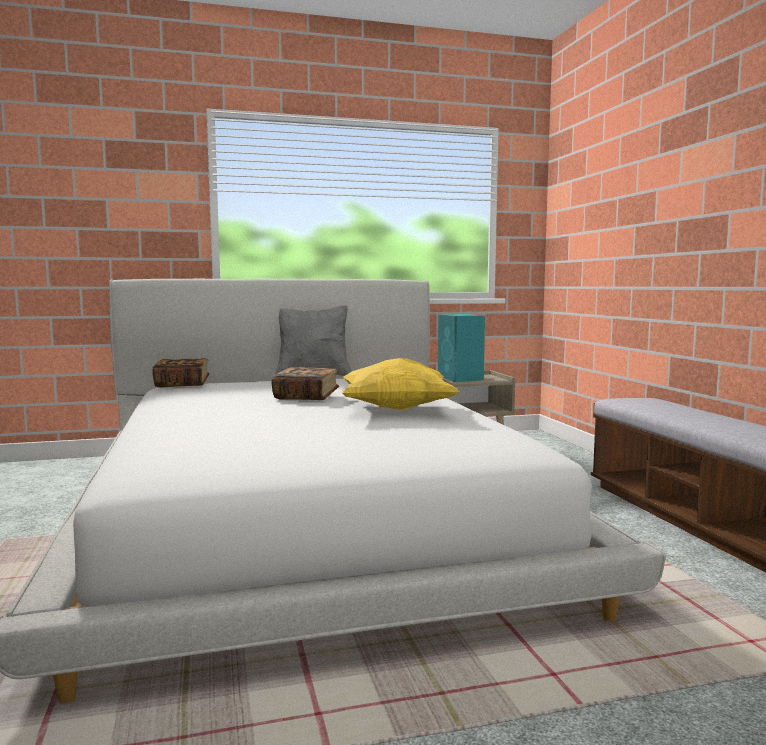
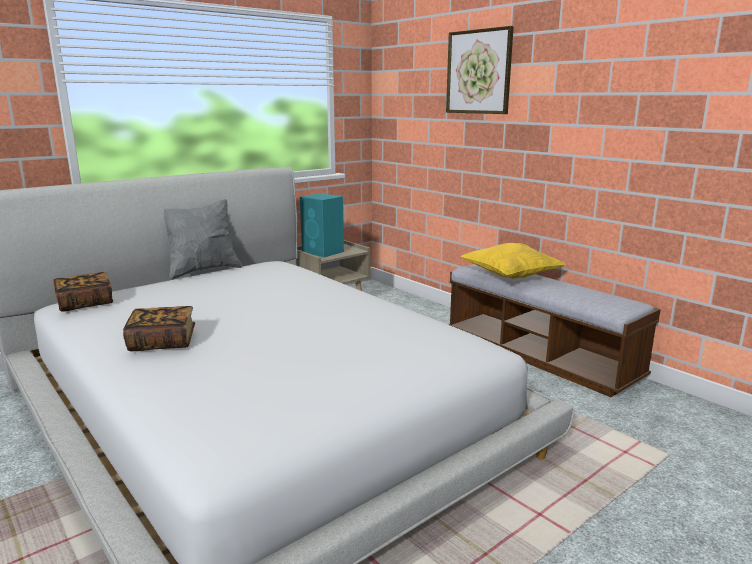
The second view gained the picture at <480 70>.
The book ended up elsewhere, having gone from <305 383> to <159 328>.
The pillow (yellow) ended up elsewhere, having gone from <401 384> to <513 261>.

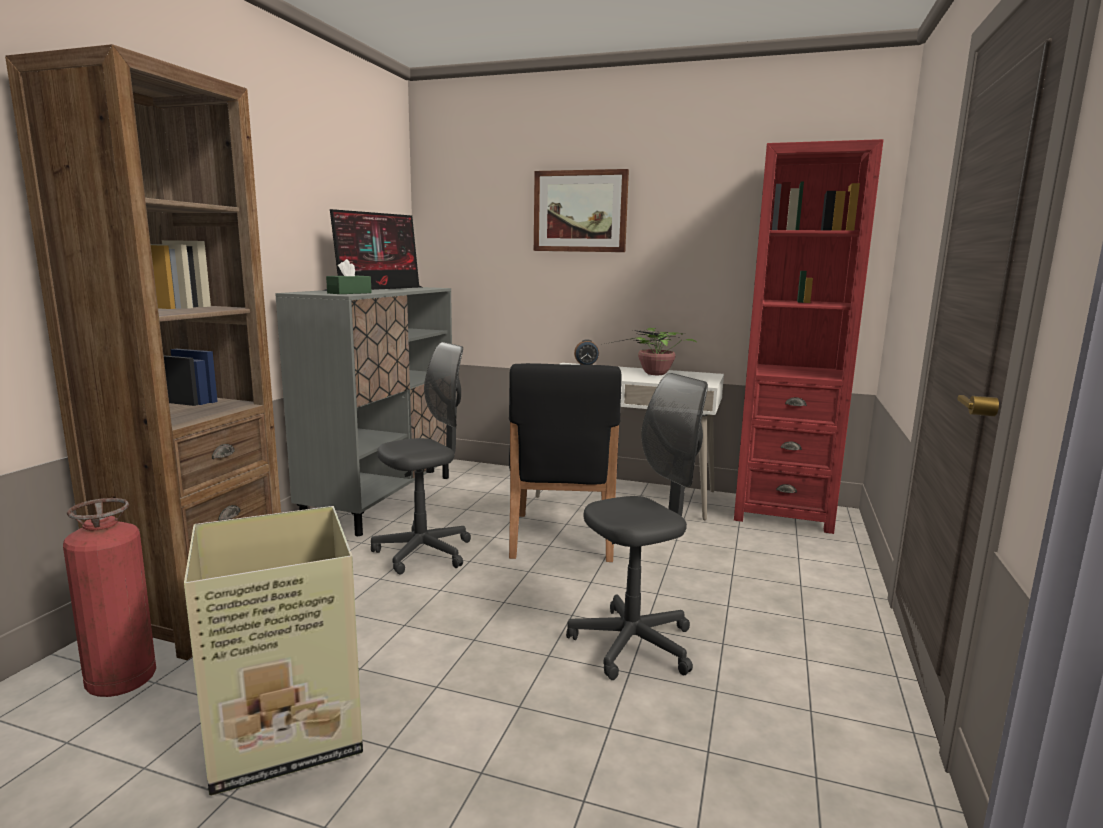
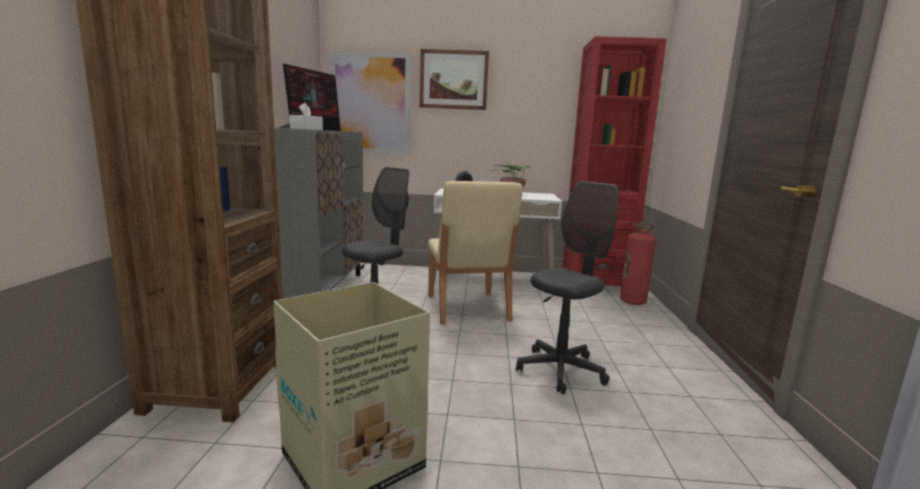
The second view gained the picture at <370 102>.
The fire extinguisher ended up elsewhere, having gone from <109 597> to <638 263>.
What was the tissue box (green) at <349 276> turned into the tissue box (white) at <306 116>.
What was the chair (black) at <565 462> turned into the chair (beige) at <475 253>.

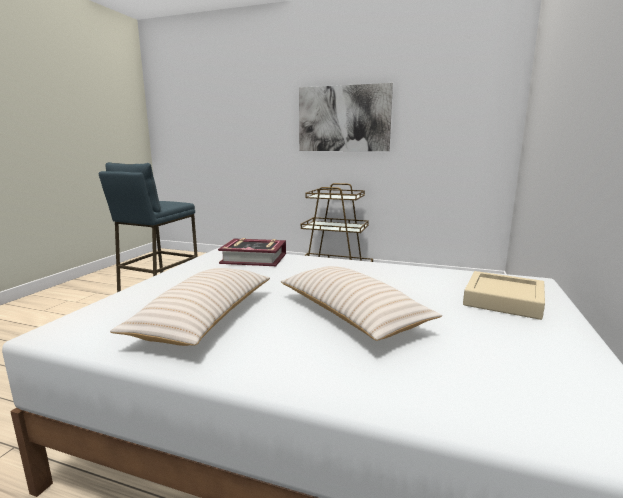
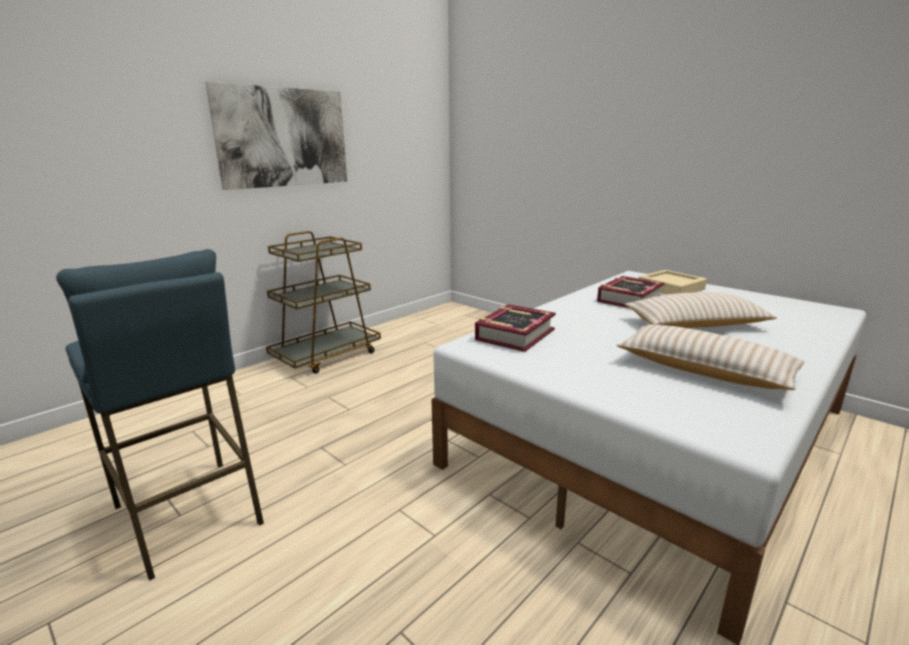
The second view gained the book at <631 292>.

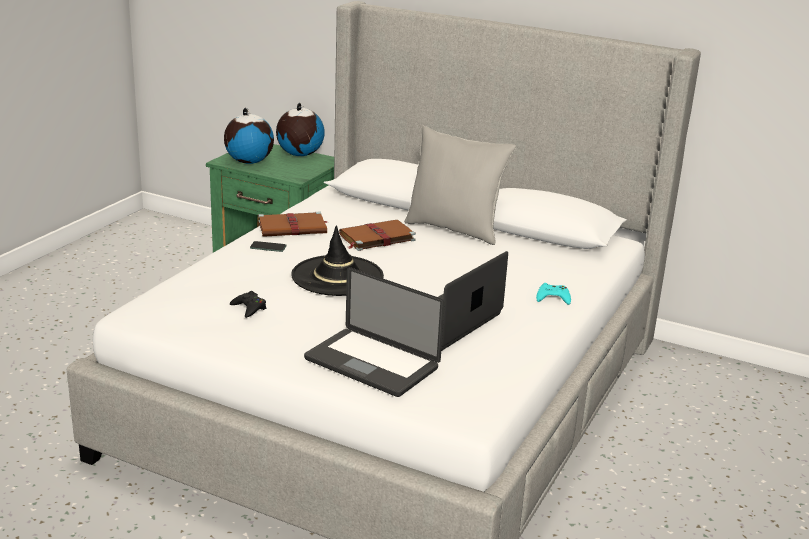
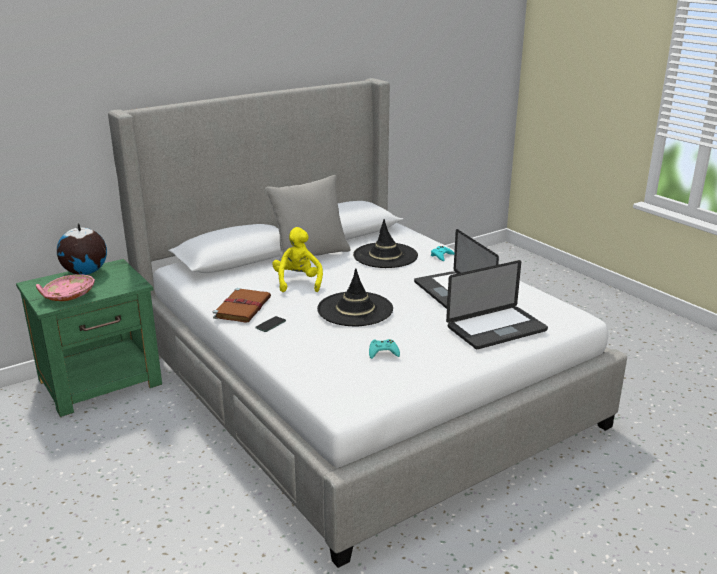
The second view gained the hat (black) at <385 243>.
Where the globe stood at <249 136>, the bowl (pink) came to stand at <65 287>.
Where the book (brown) stood at <377 235>, the plush toy (yellow) came to stand at <297 259>.
What was the game controller (black) at <248 304> turned into the game controller (turquoise) at <384 349>.

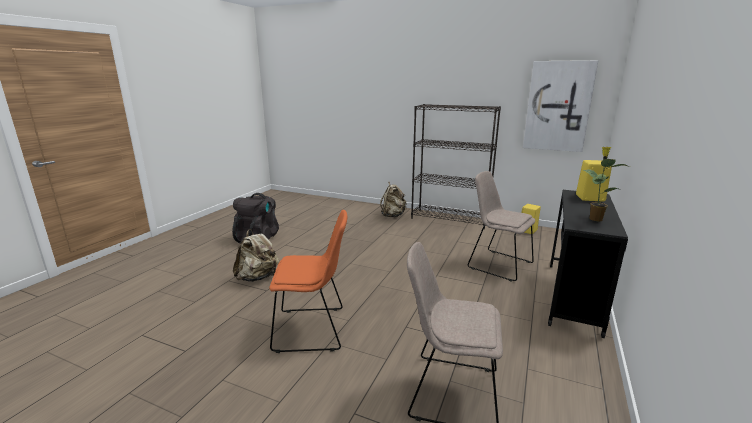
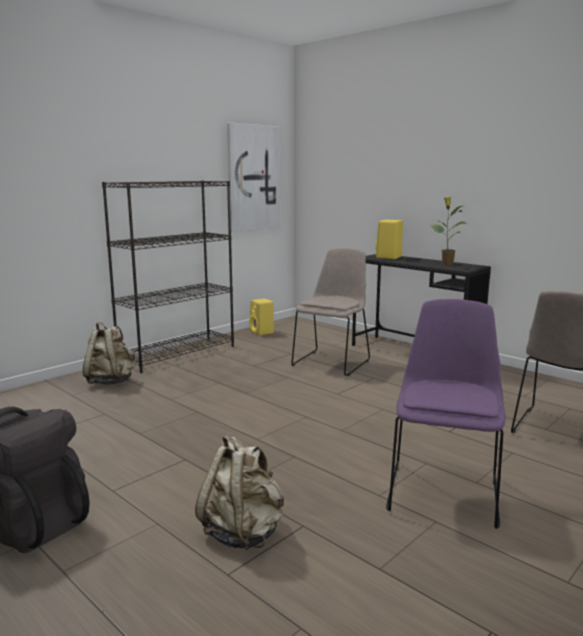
What was the chair (orange) at <308 281> turned into the chair (purple) at <446 414>.
The chair (beige) at <501 226> ended up facing another way, 150 degrees clockwise from before.

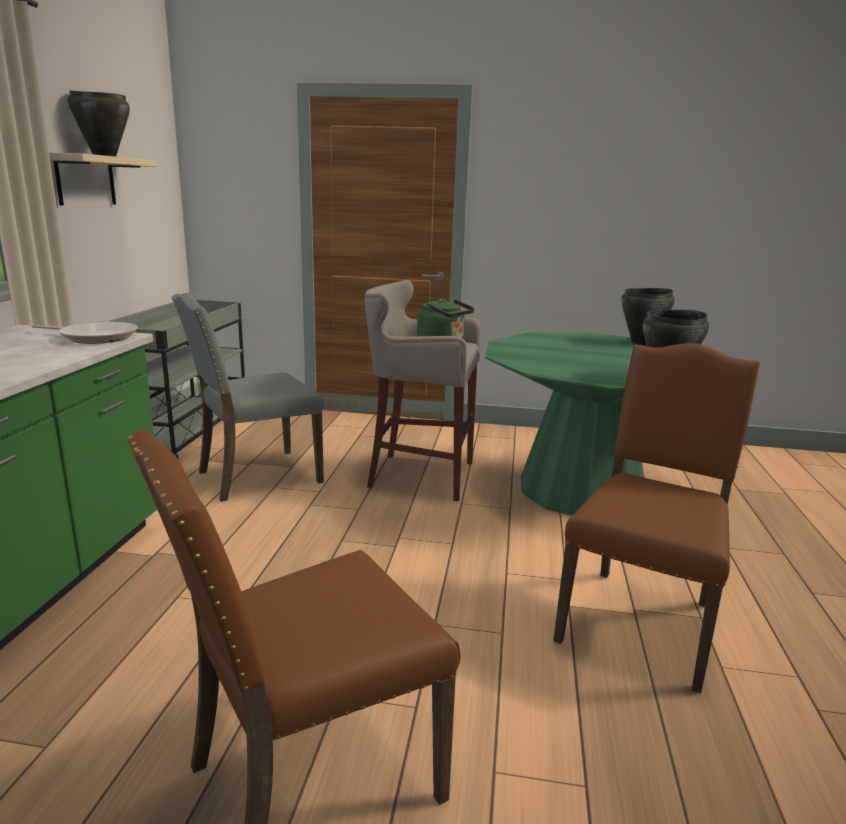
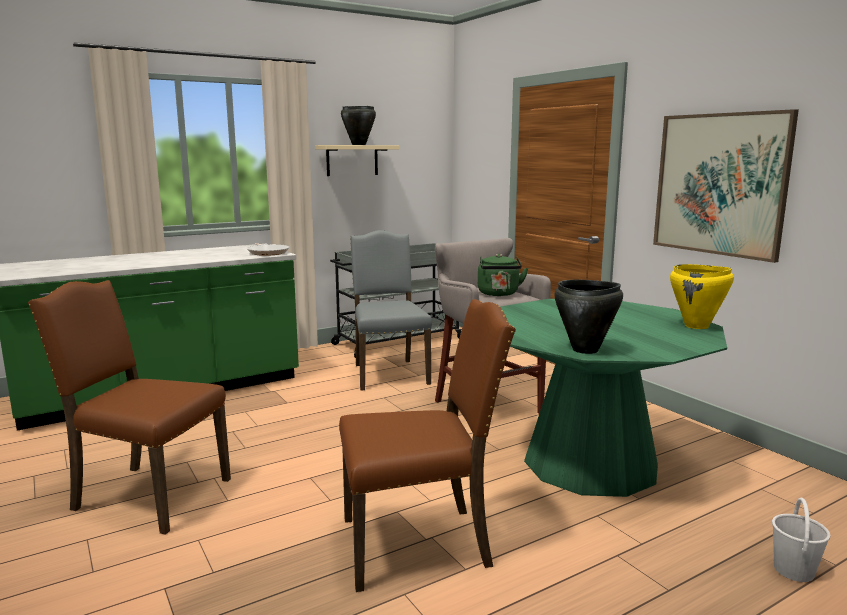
The second view gained the picture at <726 186>.
The second view gained the bucket (white) at <801 540>.
What was the cooking pot (black) at <648 316> turned into the cooking pot (yellow) at <702 296>.
The chair (grey) at <247 397> ended up facing another way, 60 degrees clockwise from before.

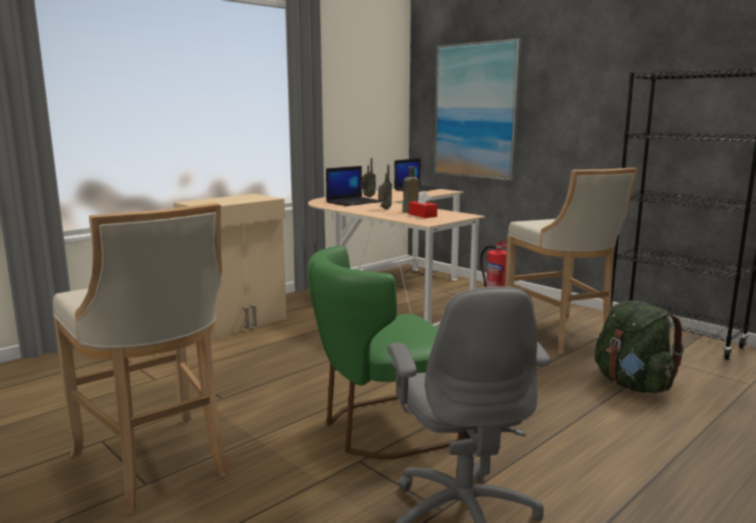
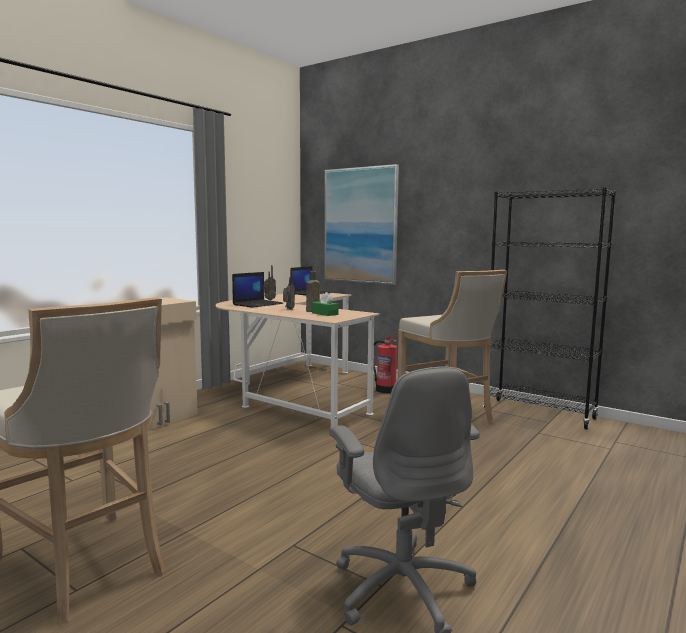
The second view lost the chair (green) at <385 352>.
The second view lost the backpack (green) at <639 346>.
What was the tissue box (red) at <423 204> turned into the tissue box (green) at <325 304>.

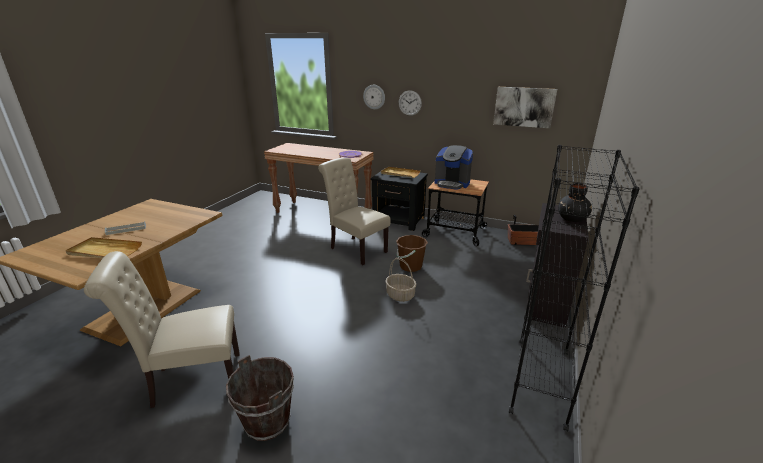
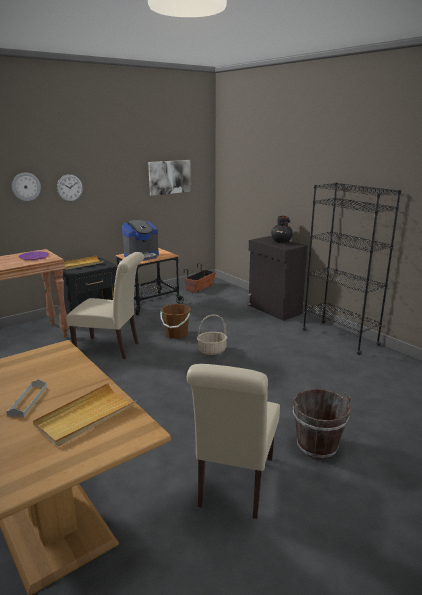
The chair (beige) at <354 211> ended up facing another way, 150 degrees counterclockwise from before.

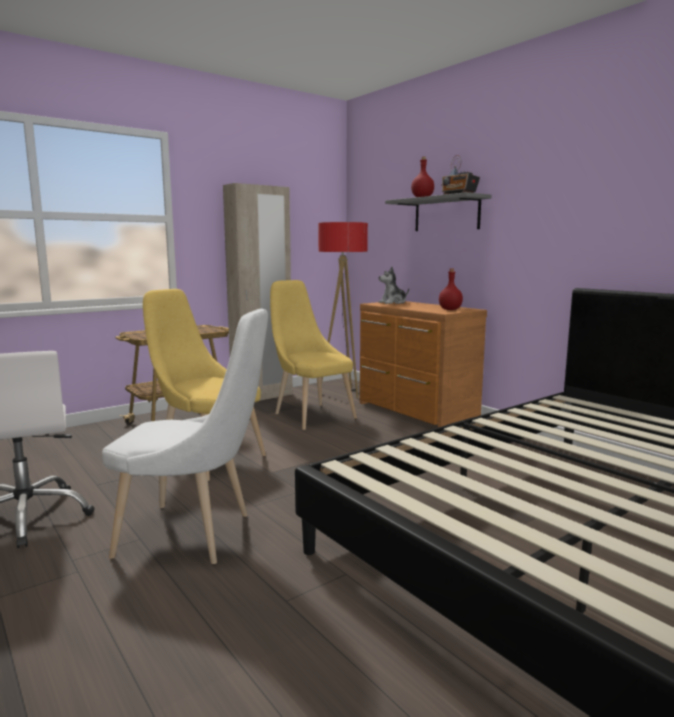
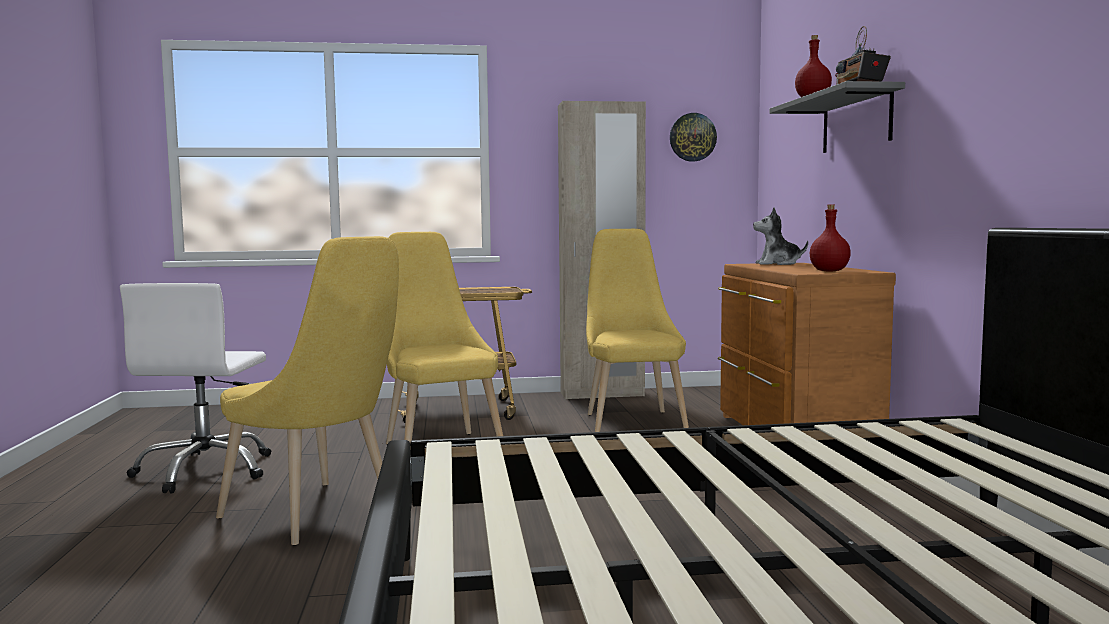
The second view lost the floor lamp at <343 310>.
The second view gained the wall clock at <693 137>.
What was the chair (white) at <185 436> turned into the chair (yellow) at <307 391>.

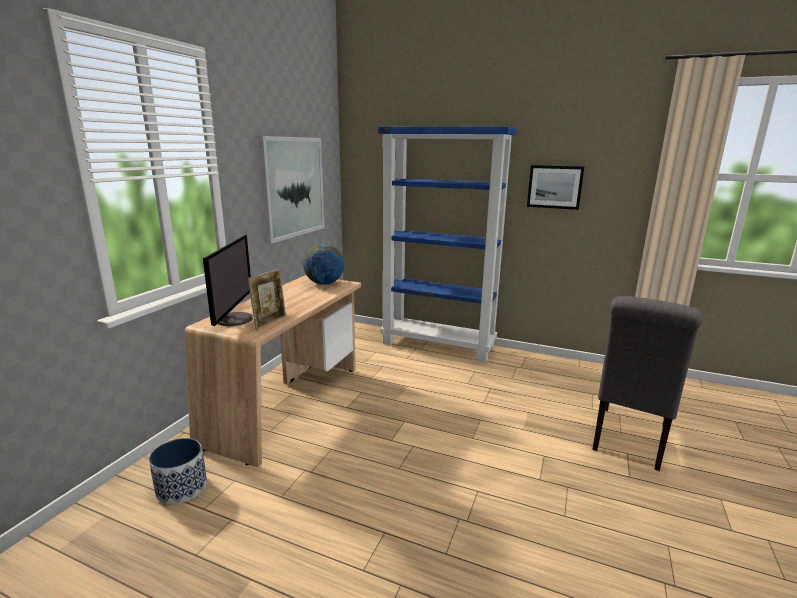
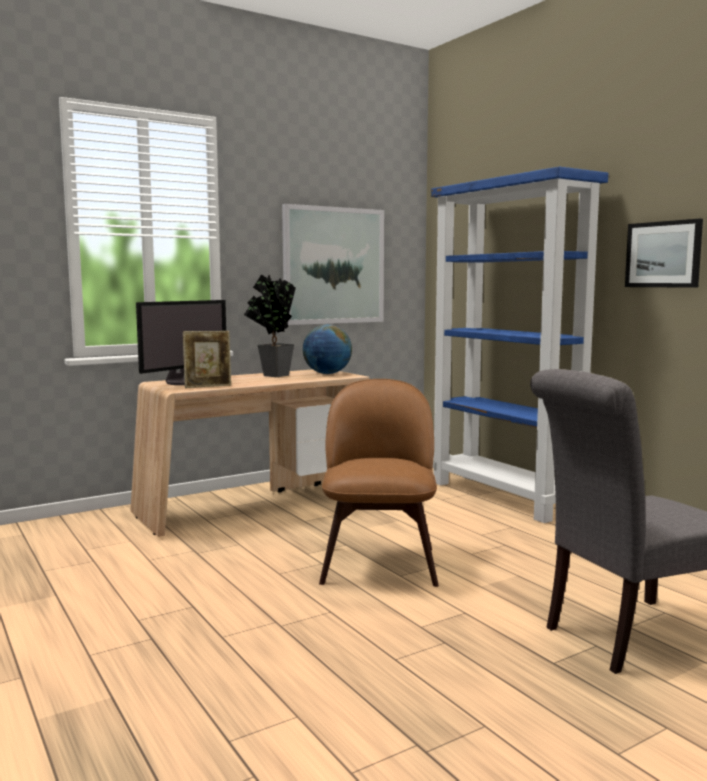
The second view lost the planter at <178 471>.
The second view gained the potted plant at <270 325>.
The second view gained the chair (brown) at <379 483>.

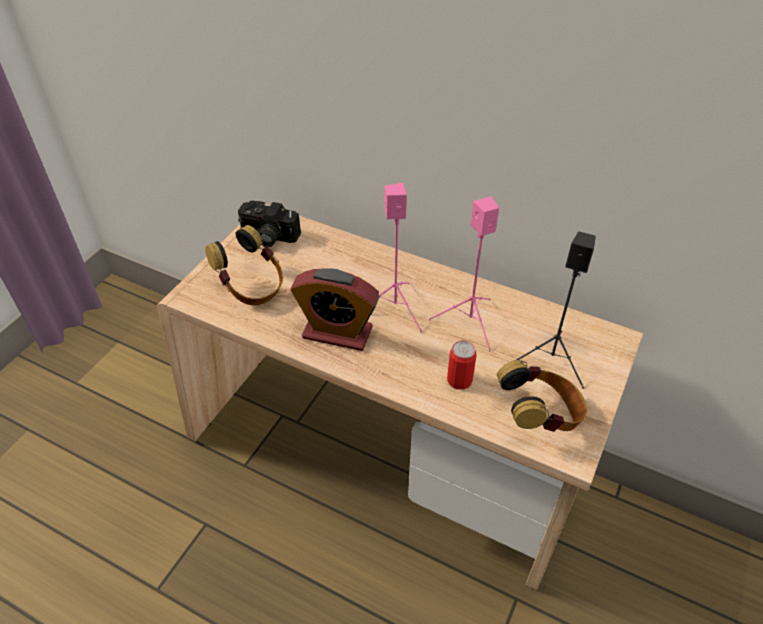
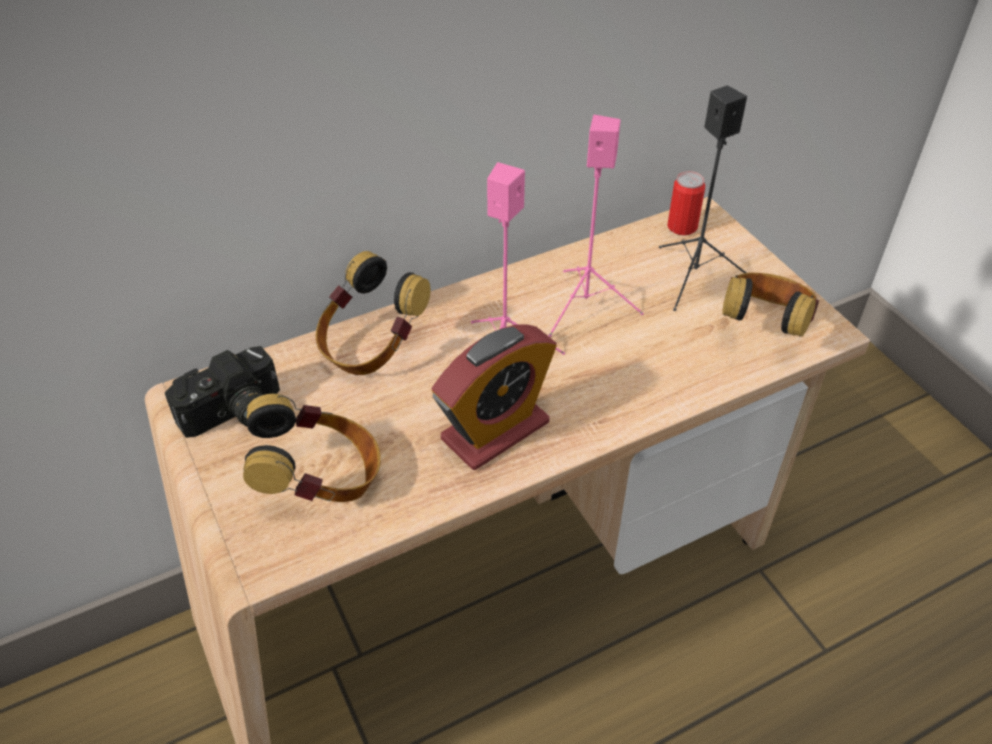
The second view gained the headphones at <373 313>.
The can ended up elsewhere, having gone from <462 365> to <686 203>.

